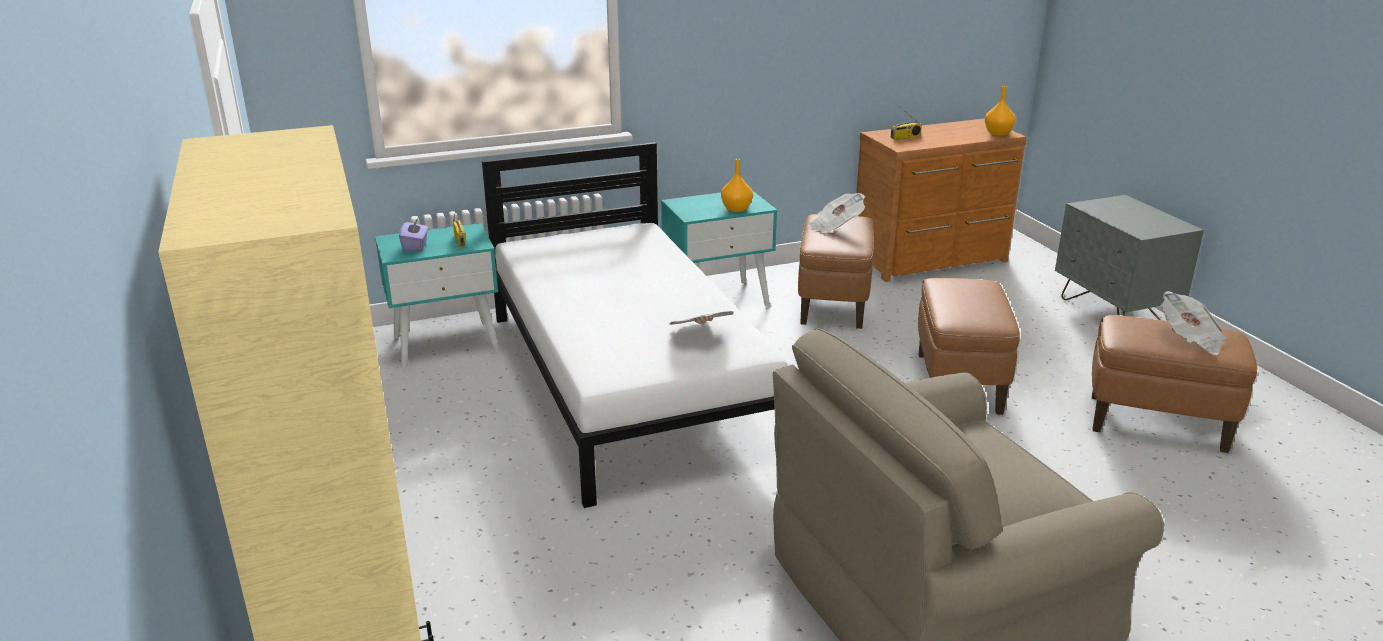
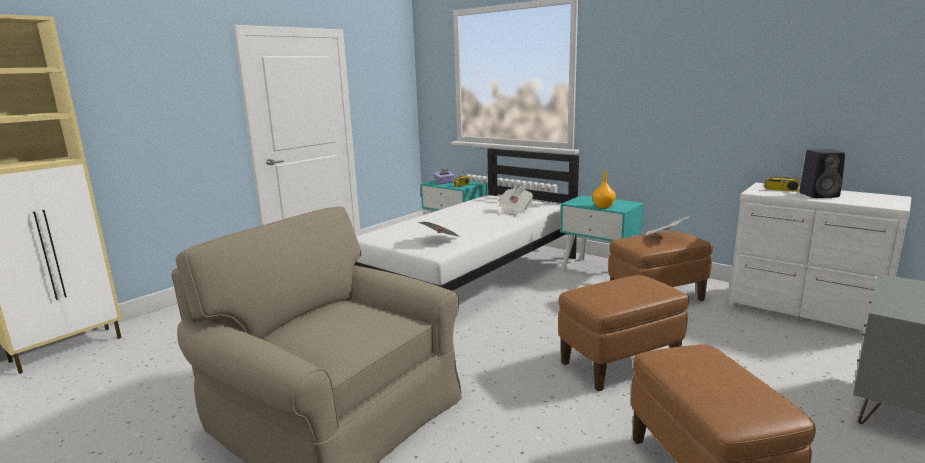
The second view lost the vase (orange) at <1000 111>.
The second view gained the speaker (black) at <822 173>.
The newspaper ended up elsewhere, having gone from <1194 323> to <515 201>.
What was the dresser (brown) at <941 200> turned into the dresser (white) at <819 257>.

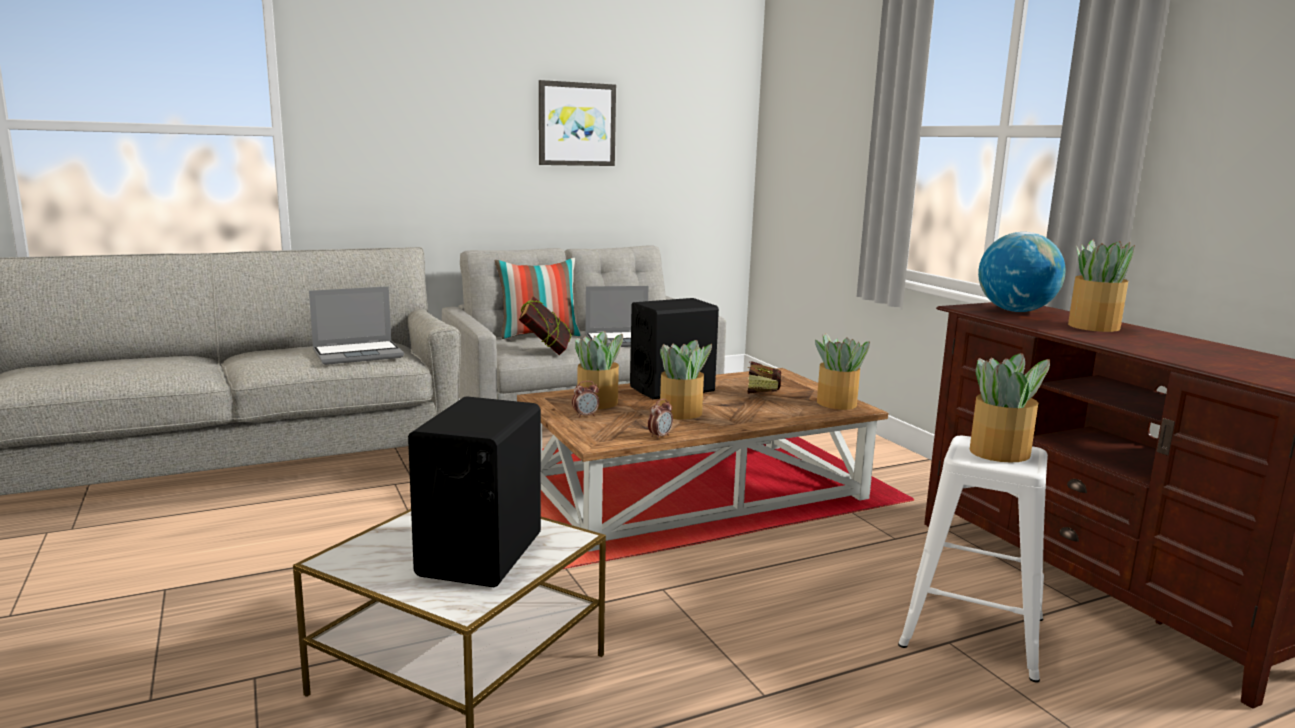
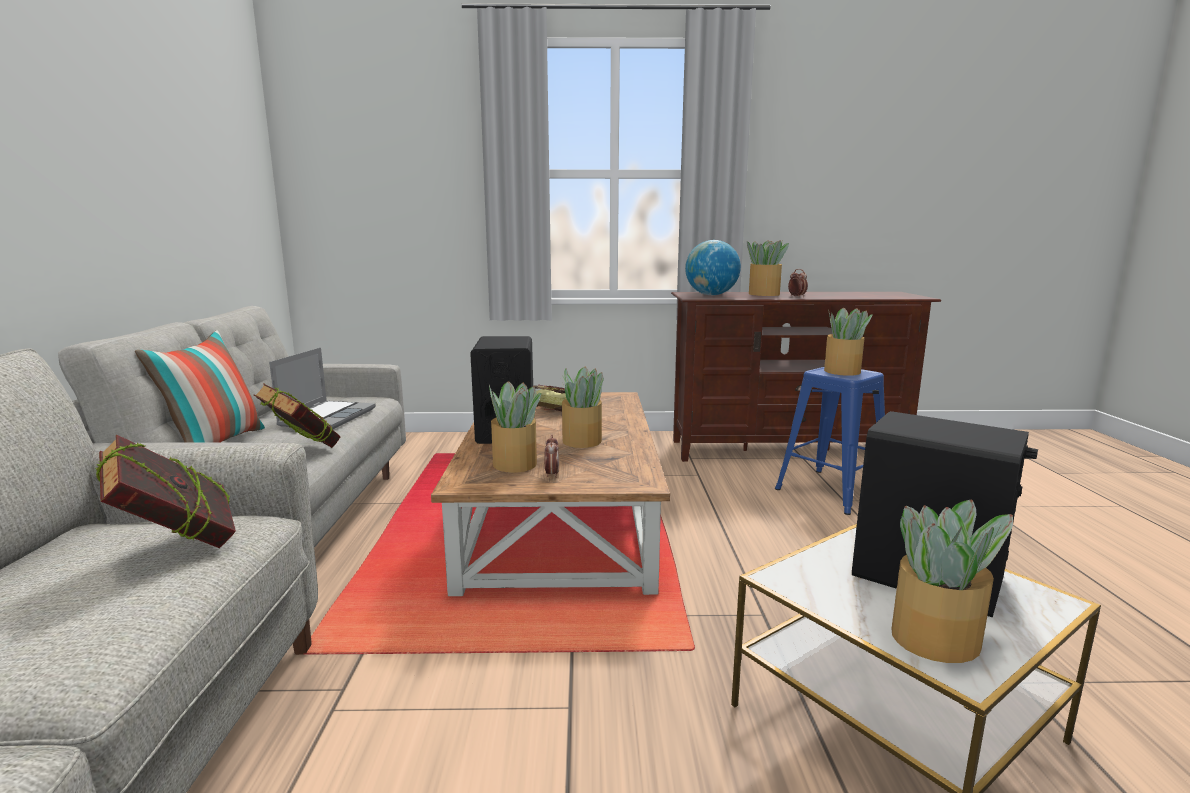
The second view lost the picture at <577 123>.
The alarm clock ended up elsewhere, having gone from <660 419> to <798 283>.
The potted plant ended up elsewhere, having gone from <842 371> to <952 581>.
Where the laptop stood at <356 325>, the book came to stand at <166 491>.
What was the stool (white) at <973 559> turned into the stool (blue) at <830 441>.

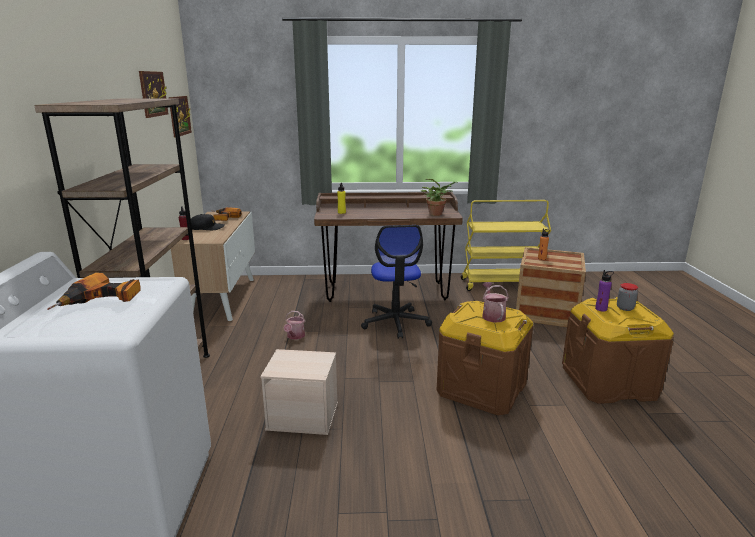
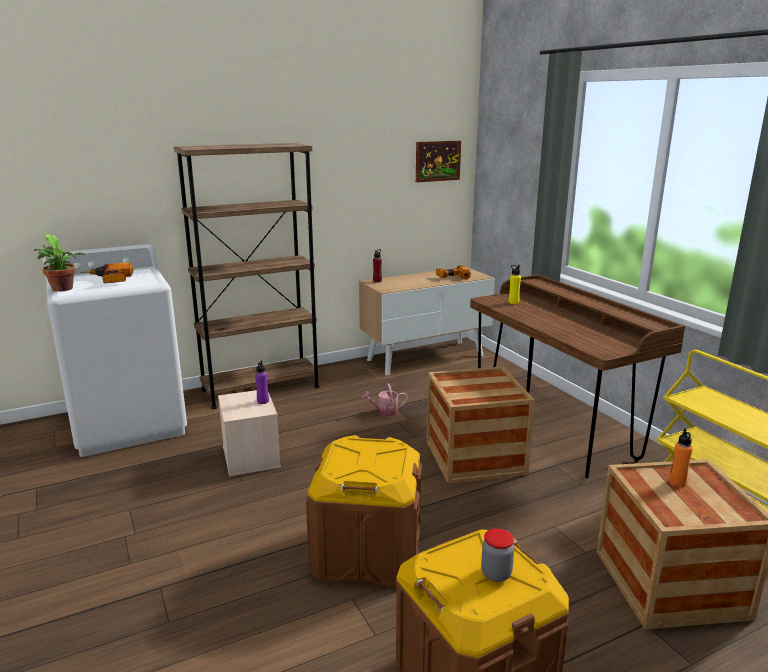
The second view lost the picture at <154 94>.
The second view lost the cap (black) at <208 222>.
The second view lost the watering can at <495 302>.
The potted plant ended up elsewhere, having gone from <439 197> to <59 263>.
The bottle (purple) ended up elsewhere, having gone from <604 291> to <262 382>.
Where the office chair stood at <396 282>, the crate came to stand at <481 425>.

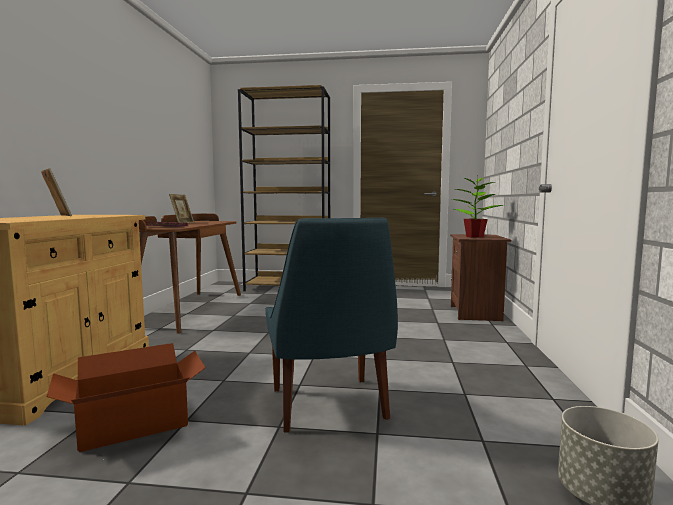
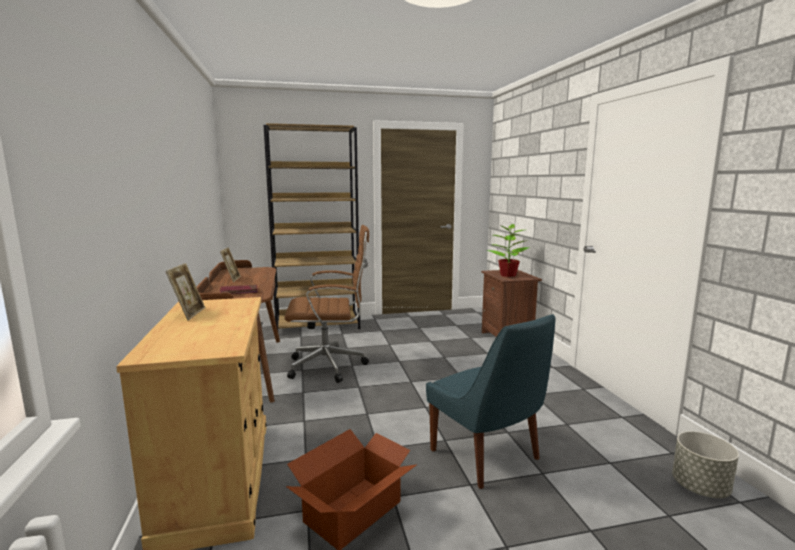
The second view gained the office chair (brown) at <327 304>.
The picture frame at <56 192> ended up facing another way, 60 degrees clockwise from before.

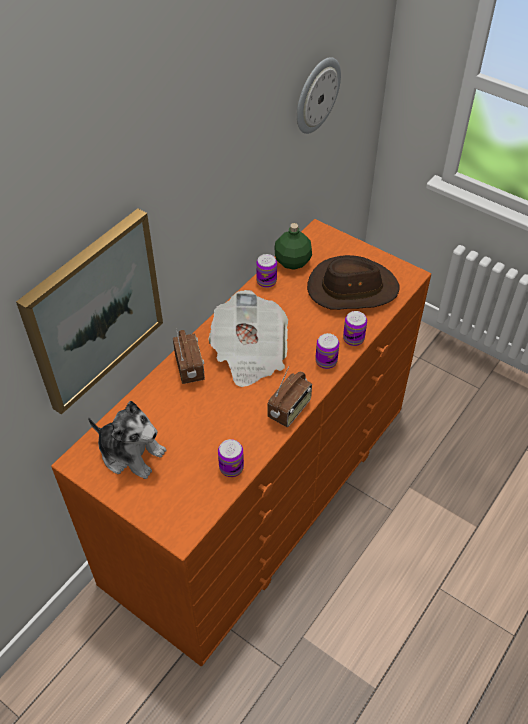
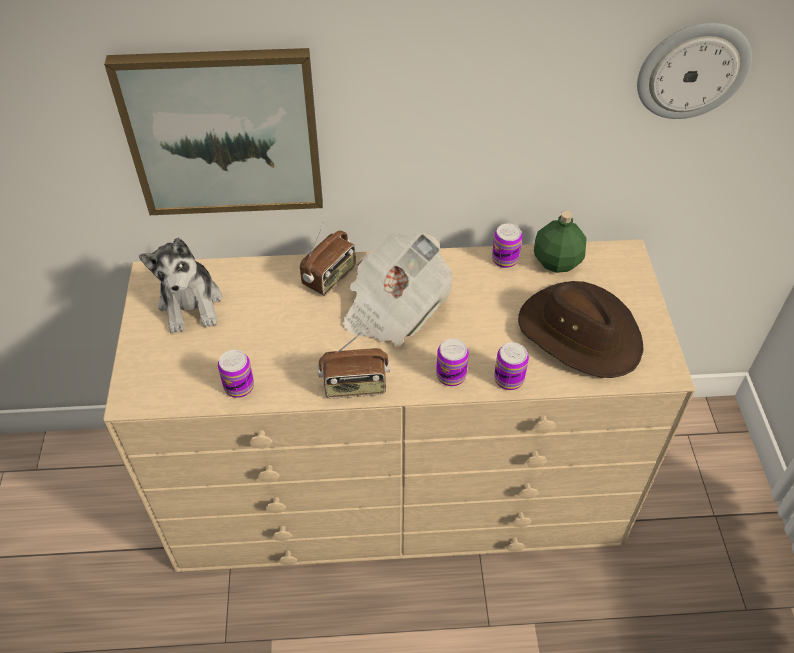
What was the dresser (orange) at <241 442> turned into the dresser (beige) at <399 405>.

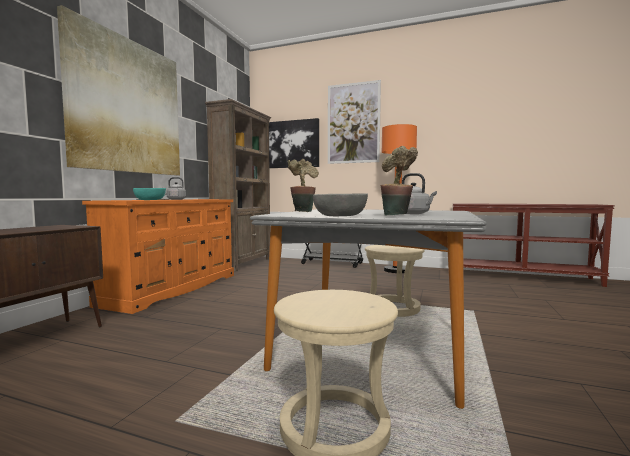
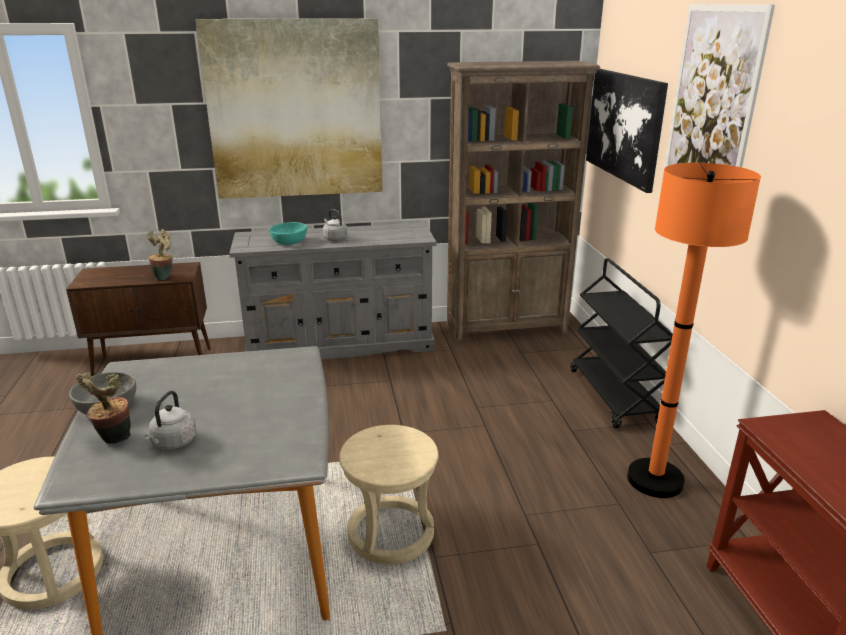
The potted plant ended up elsewhere, having gone from <303 185> to <160 254>.
What was the dresser (orange) at <158 256> turned into the dresser (grey) at <333 291>.

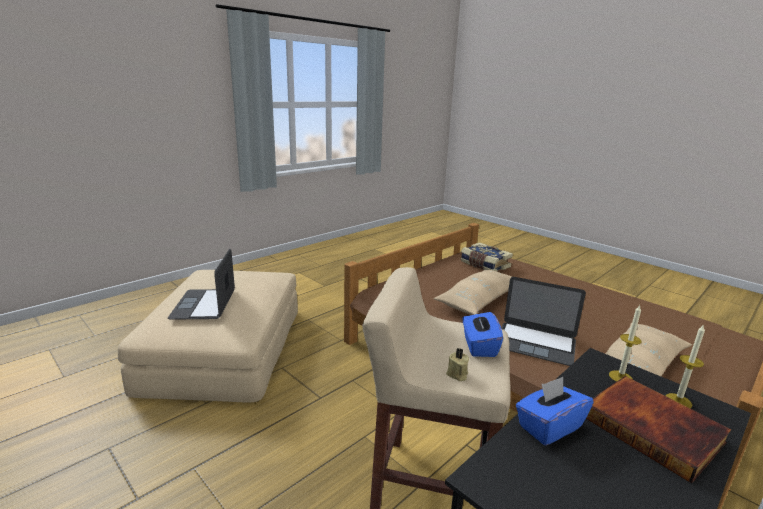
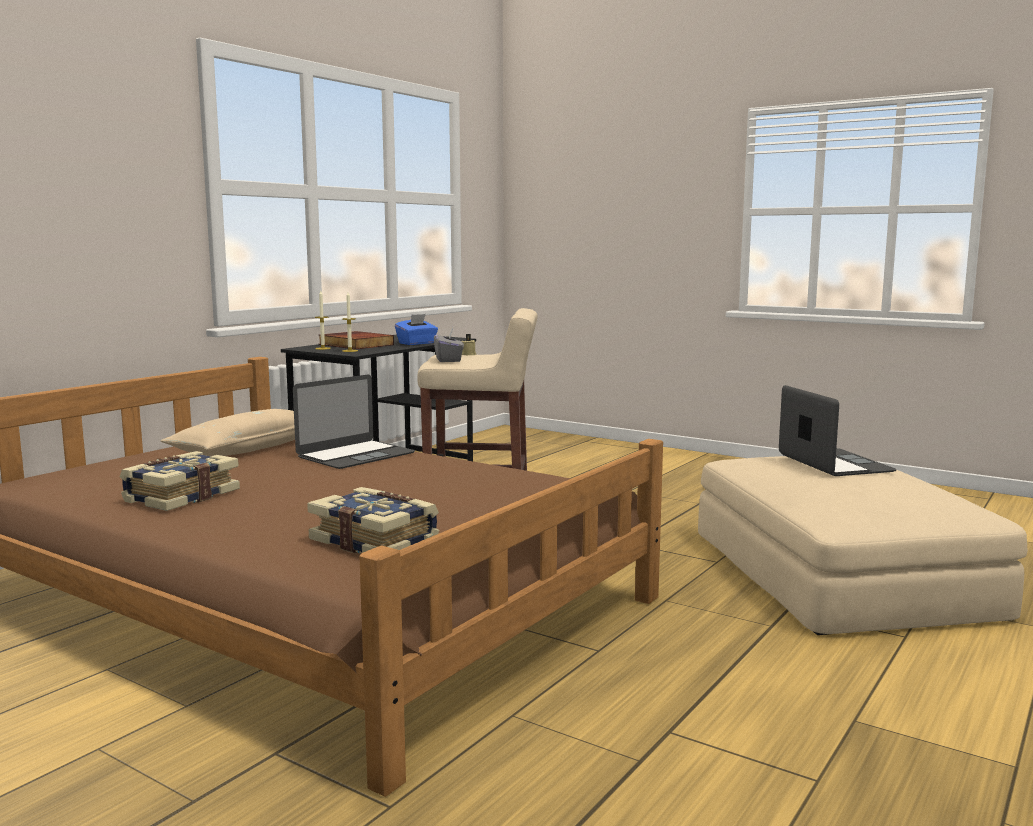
The second view lost the pillow (beige) at <472 292>.
The second view gained the book at <180 481>.
What was the tissue box (blue) at <482 332> turned into the tissue box (grey) at <449 345>.
The laptop at <543 321> ended up facing another way, 120 degrees clockwise from before.

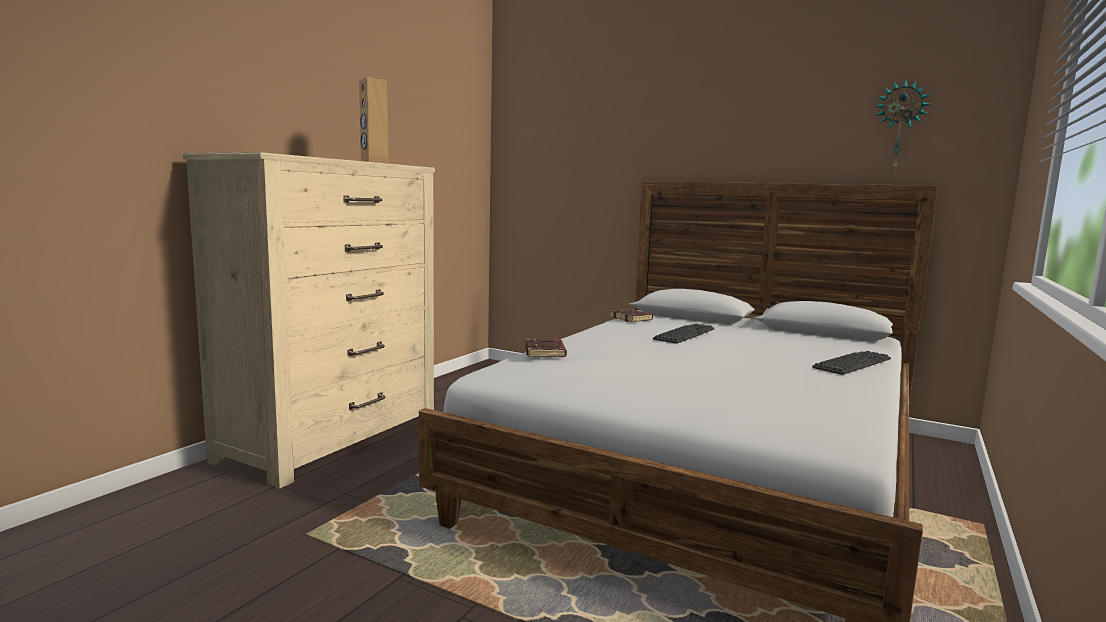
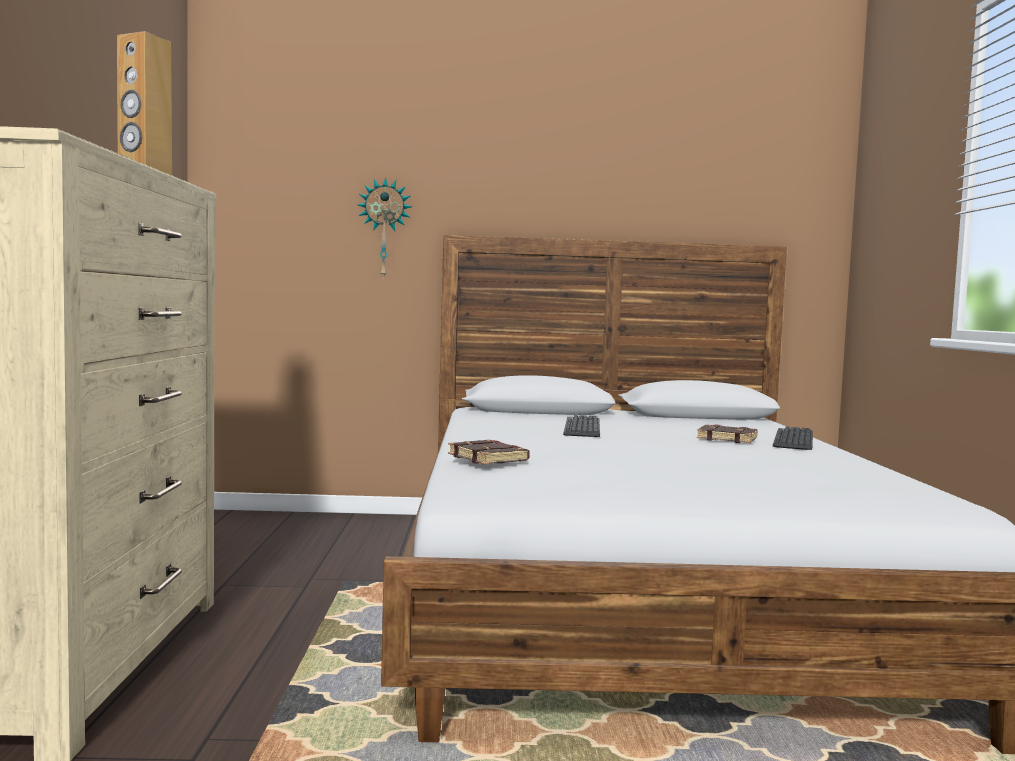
The book (brown) ended up elsewhere, having gone from <631 315> to <727 434>.
The wall clock ended up elsewhere, having gone from <903 125> to <384 228>.

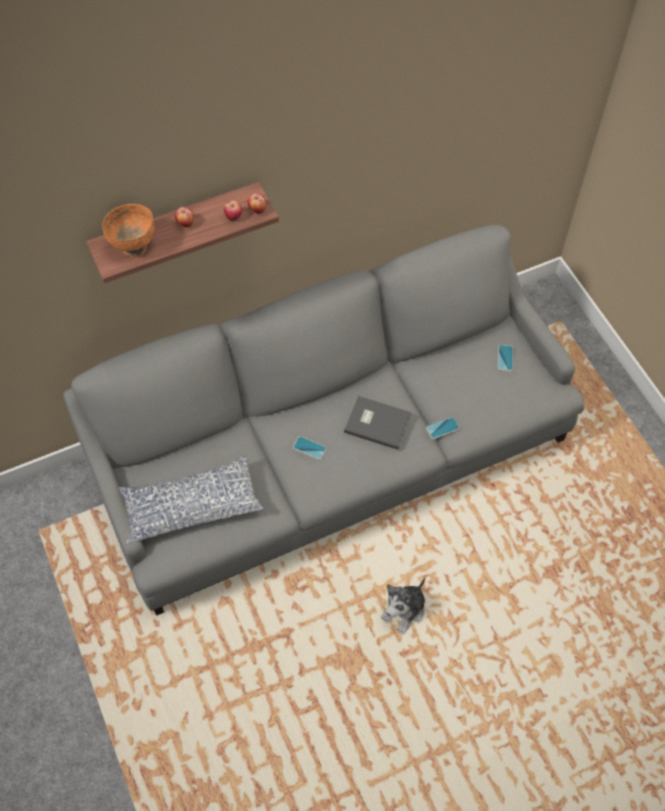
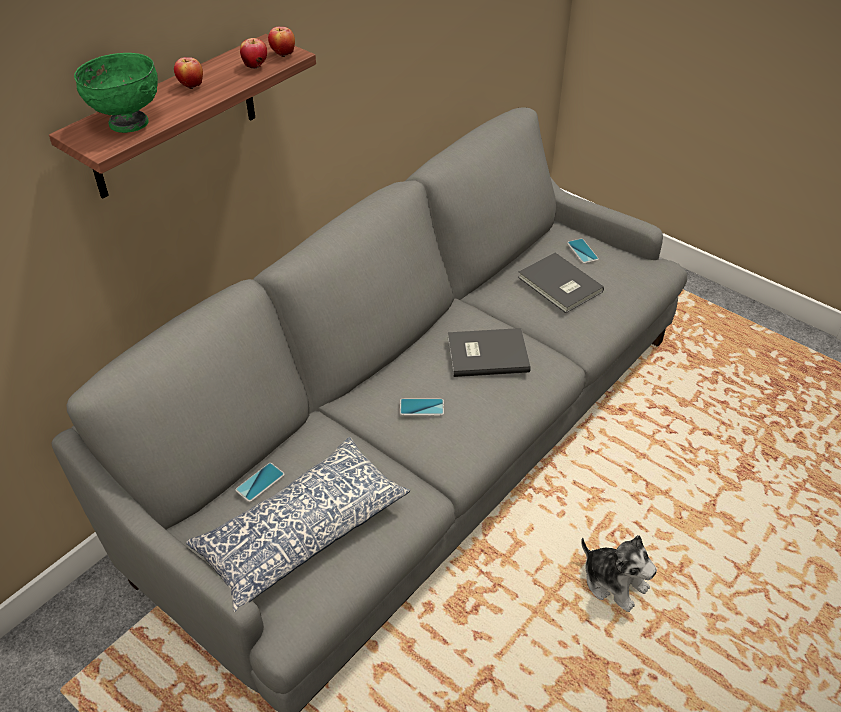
The second view gained the book (grey) at <561 283>.
The phone ended up elsewhere, having gone from <443 428> to <260 482>.
What was the bowl (orange) at <128 230> turned into the bowl (green) at <116 93>.
The plush toy at <403 606> ended up facing another way, 60 degrees counterclockwise from before.

